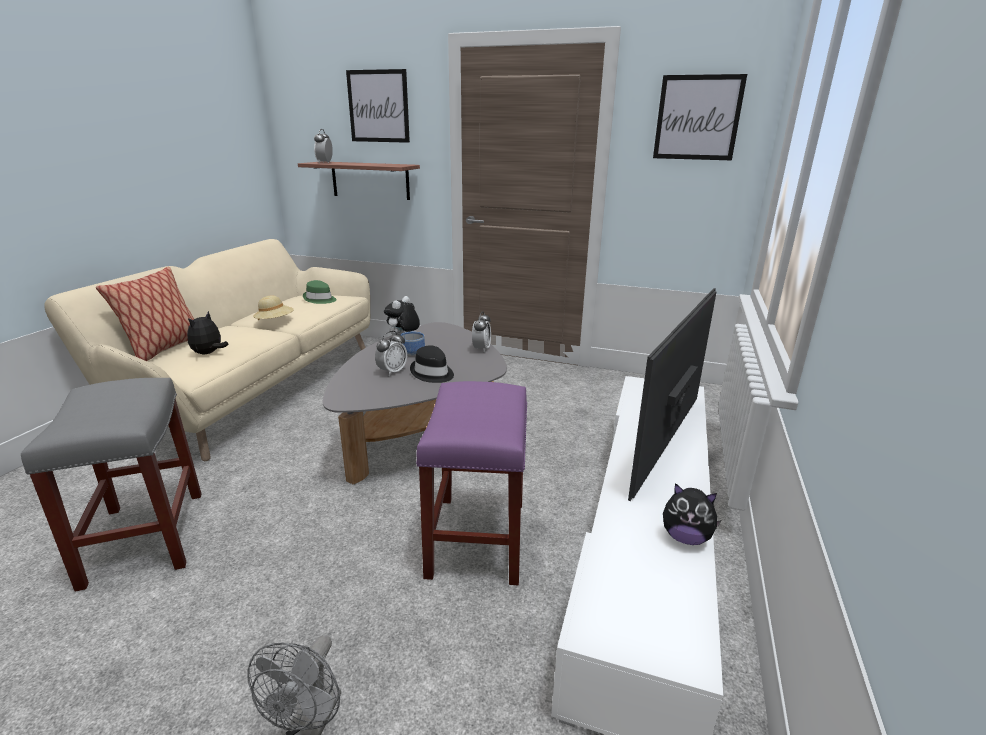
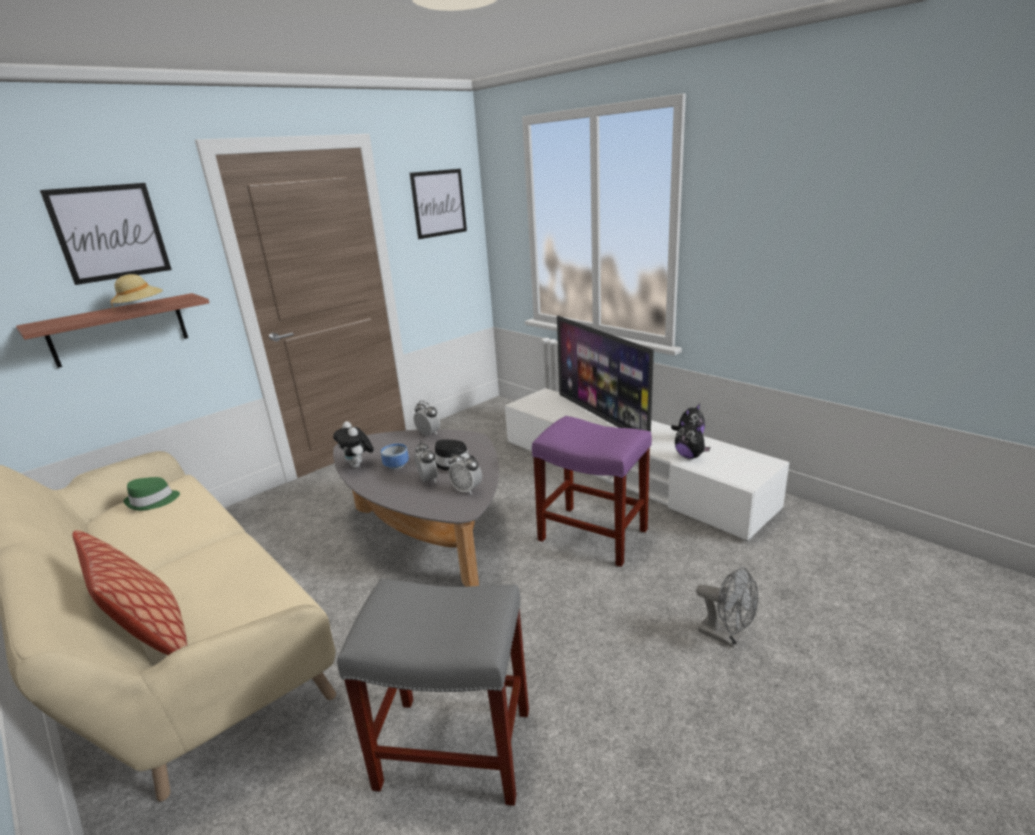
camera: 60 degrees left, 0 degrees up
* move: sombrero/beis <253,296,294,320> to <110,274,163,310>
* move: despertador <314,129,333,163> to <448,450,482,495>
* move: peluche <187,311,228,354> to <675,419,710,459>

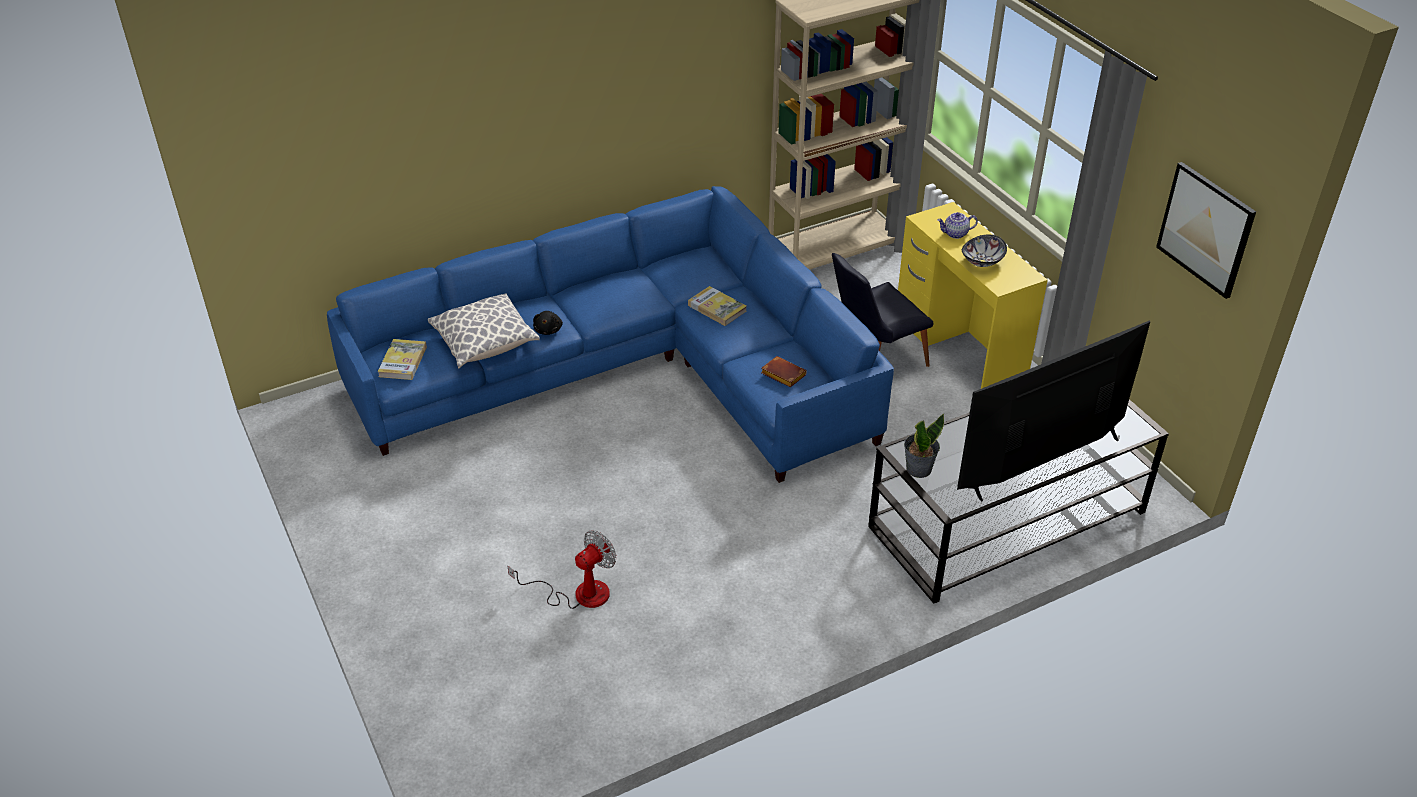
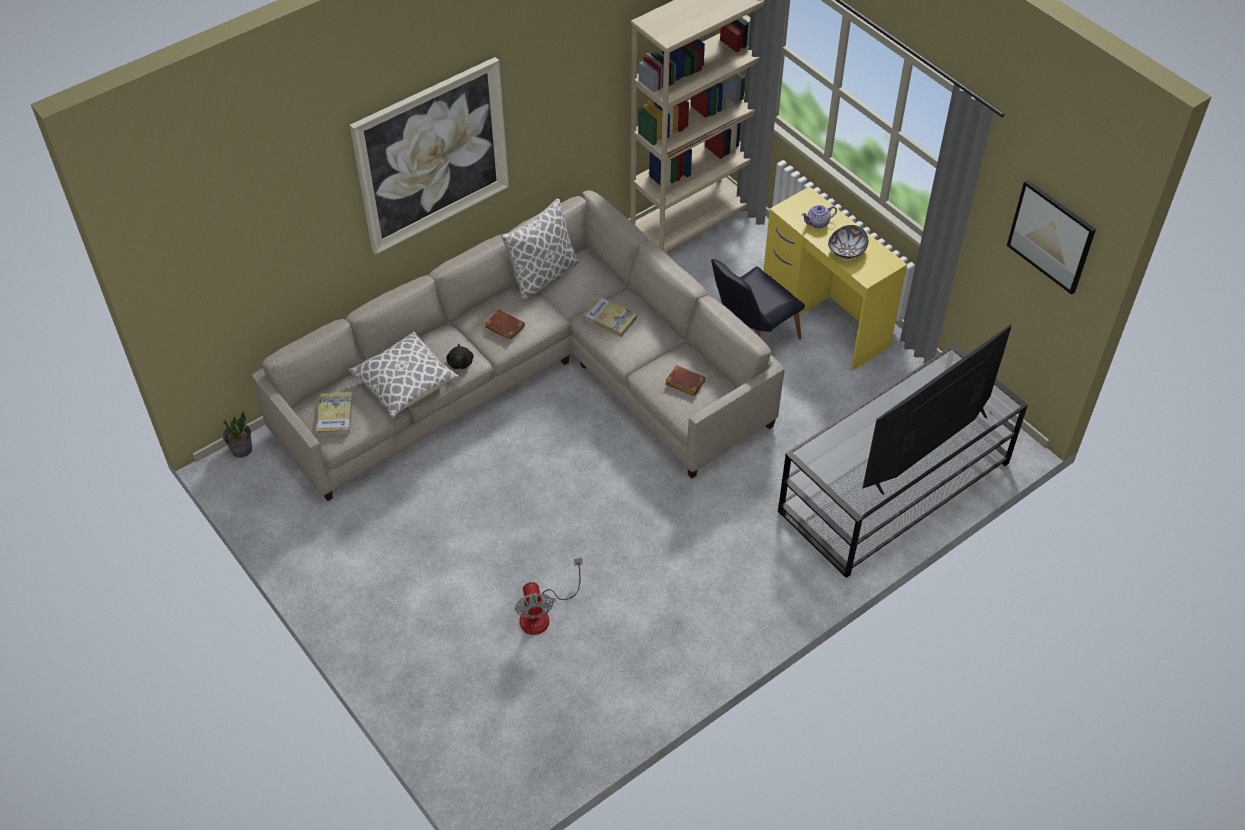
camera: 10 degrees left, 10 degrees up
* move: planta en maceta <904,414,944,478> to <223,411,252,458>
* recolor: sofá/azul <327,186,894,483> to sofá/beis <252,190,784,501>
* insert: cuadro <350,57,509,255>
* insert: libro/marrón <485,310,525,340>
* insert: cojín <501,198,579,300>
* rotate: ventilador <508,531,616,609> = <515,558,582,635> 135 degrees clockwise

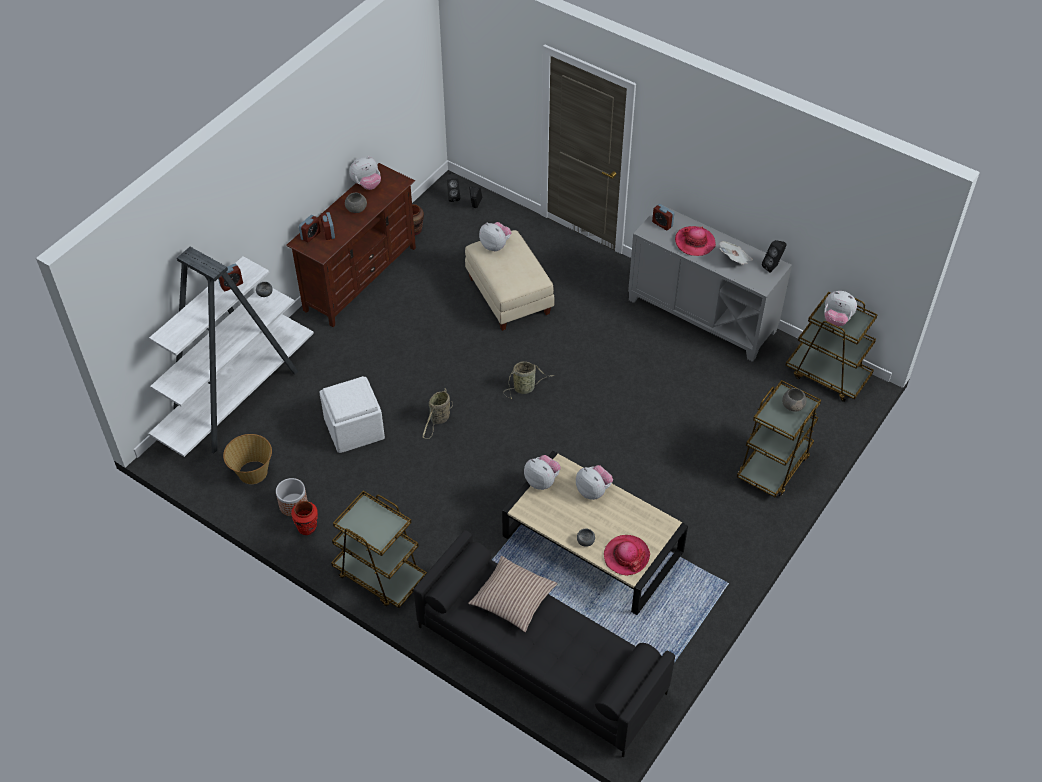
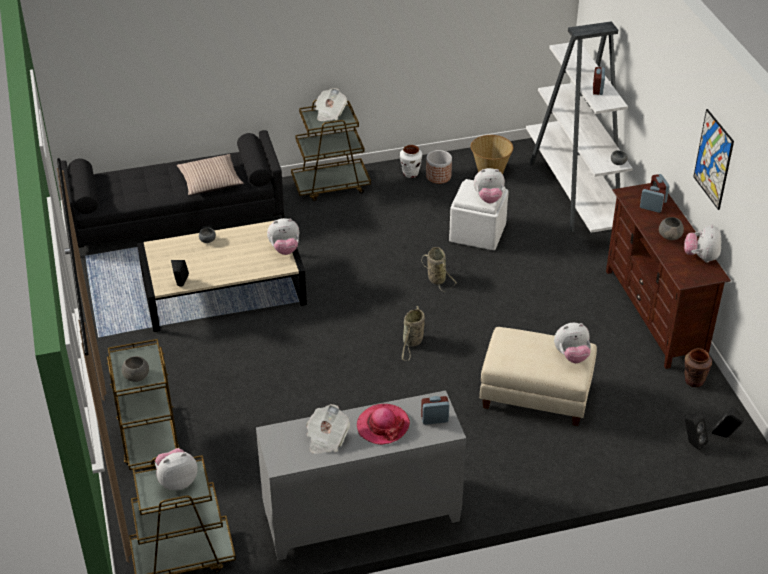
camera: 130 degrees right, 10 degrees down
* move: altavoz/negro <762,240,787,273> to <171,260,189,287>
* insert: periódico <315,88,347,121>
* recolor: florero/rojo <291,501,318,535> to florero/blanco <400,145,422,178>
* move: peluche <576,465,613,500> to <474,168,505,203>
* insert: cuadro <693,109,734,210>
* delete: sombrero <604,535,650,576>

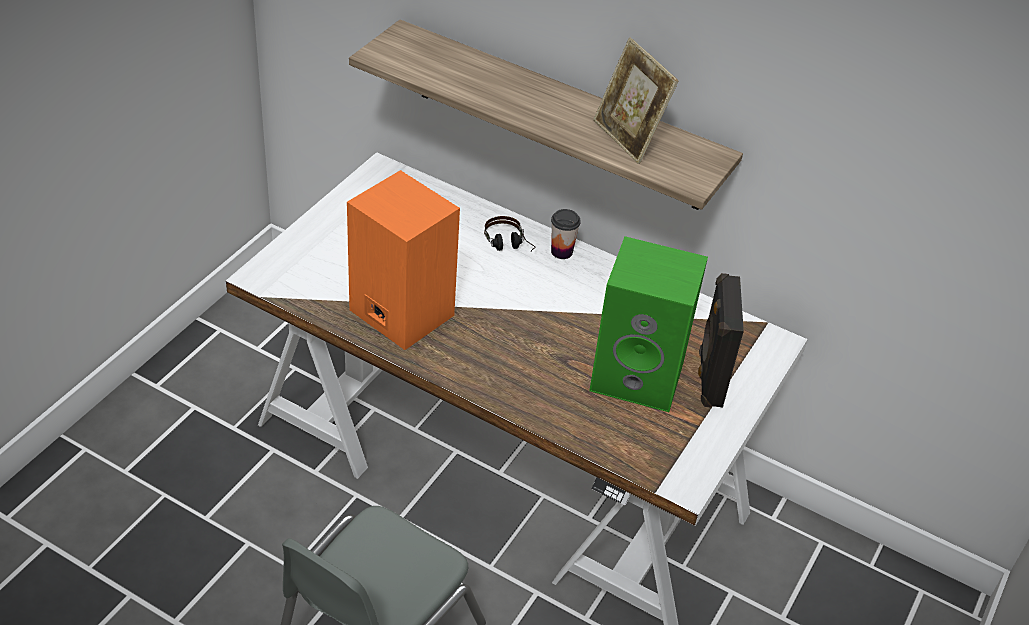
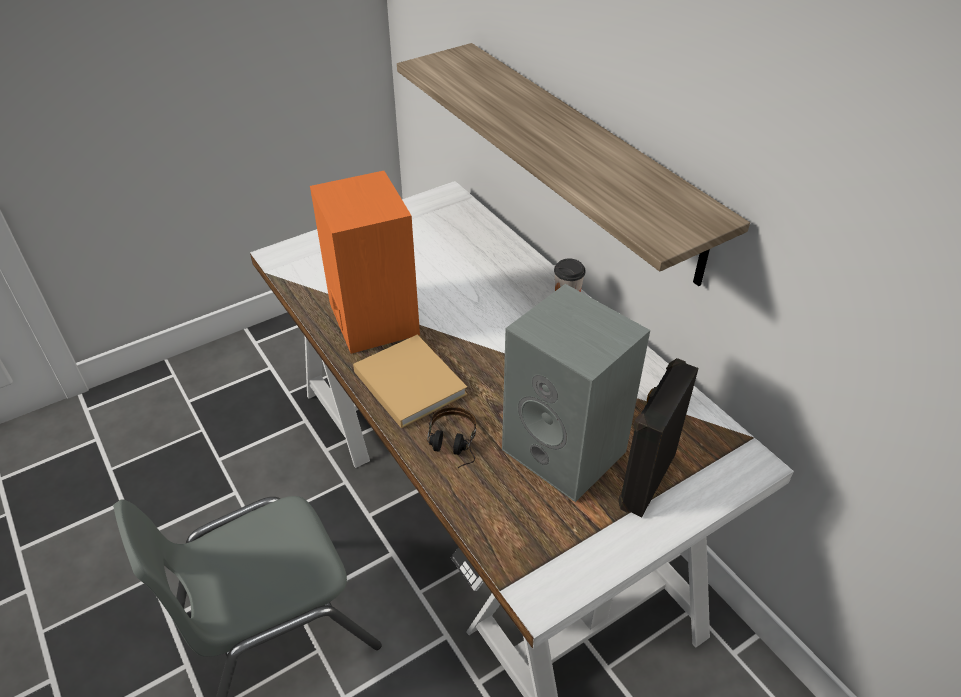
camera: 30 degrees right, 0 degrees up
* insert: libro/beis <353,335,467,428>
* move: auriculares <484,216,535,252> to <427,407,476,468>
* recolor: altavoz/verde <589,236,708,412> to altavoz/gris <502,284,650,502>
* delete: portarretratos <593,37,678,164>

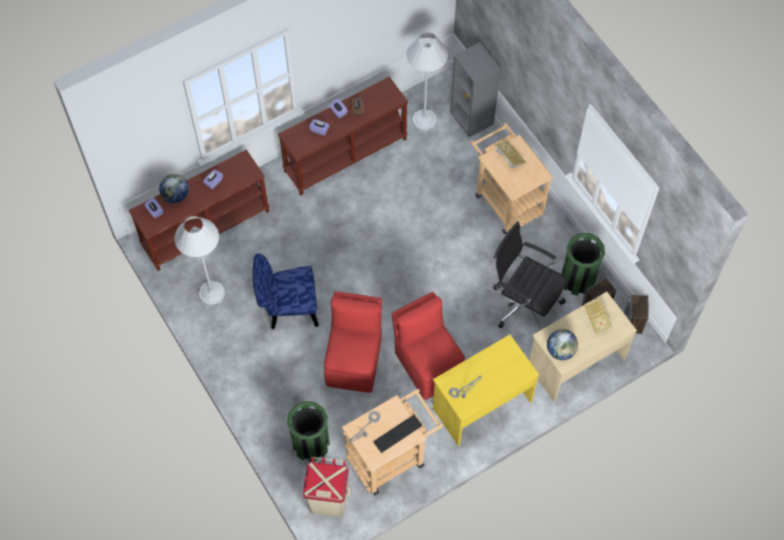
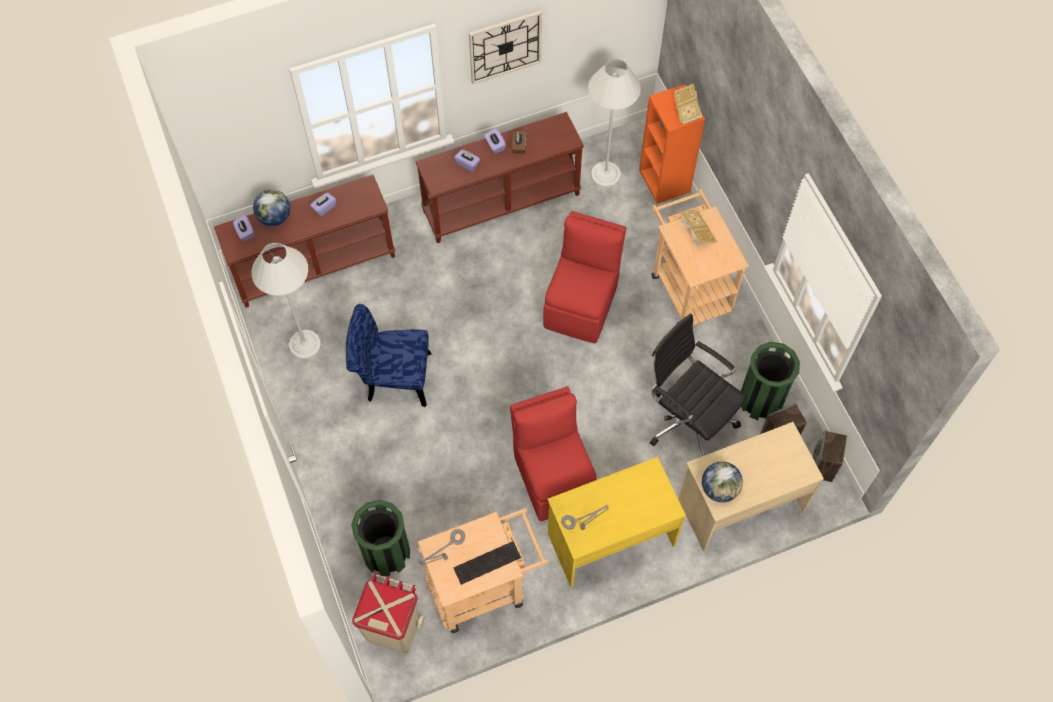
camera: 10 degrees right, 0 degrees up
* insert: reloj de pared <469,10,542,84>
* move: silla/rojo <324,291,382,393> to <543,211,626,343>
* recolor: estantería/gris <450,42,501,137> to estantería/naranja <639,84,705,204>
* move: libro <584,298,613,334> to <673,84,702,124>

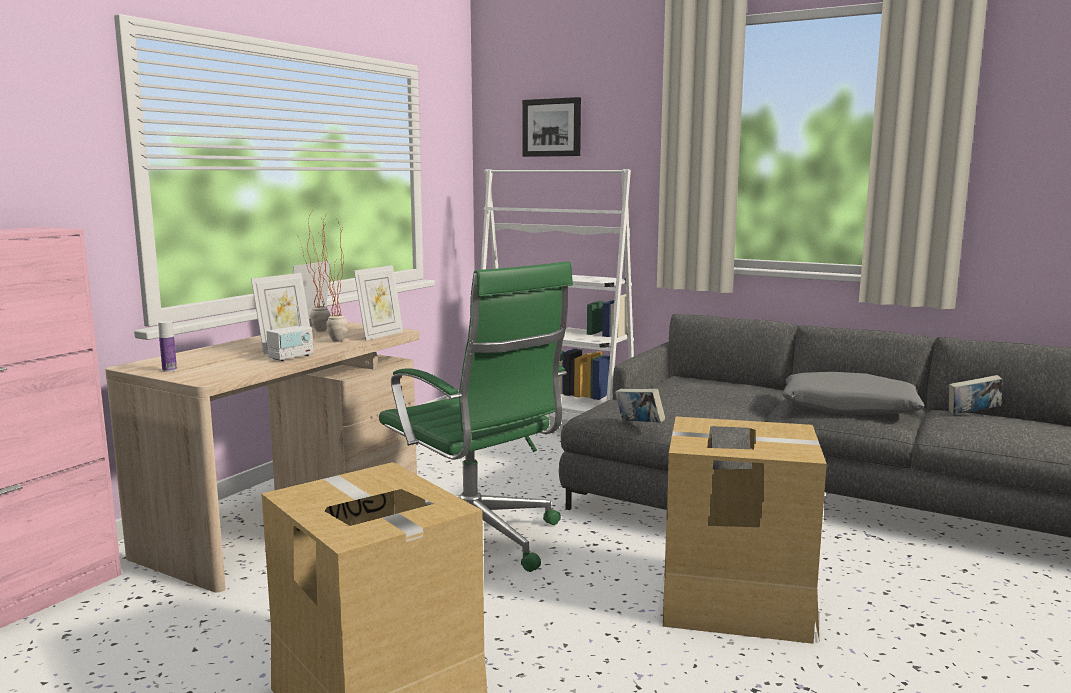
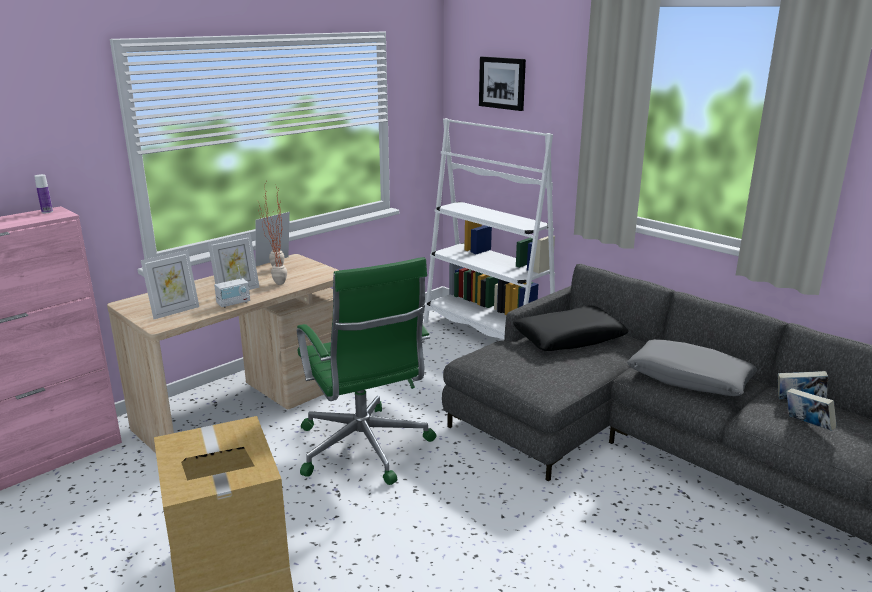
camera: 15 degrees right, 10 degrees up
* move: botella <158,321,177,372> to <34,174,53,213>
* move: portarretratos <354,265,403,341> to <141,250,199,319>
* insert: cojín/negro <513,306,629,351>
* move: libro <615,389,665,423> to <787,388,837,431>
* delete: caja de cartón <659,417,827,644>

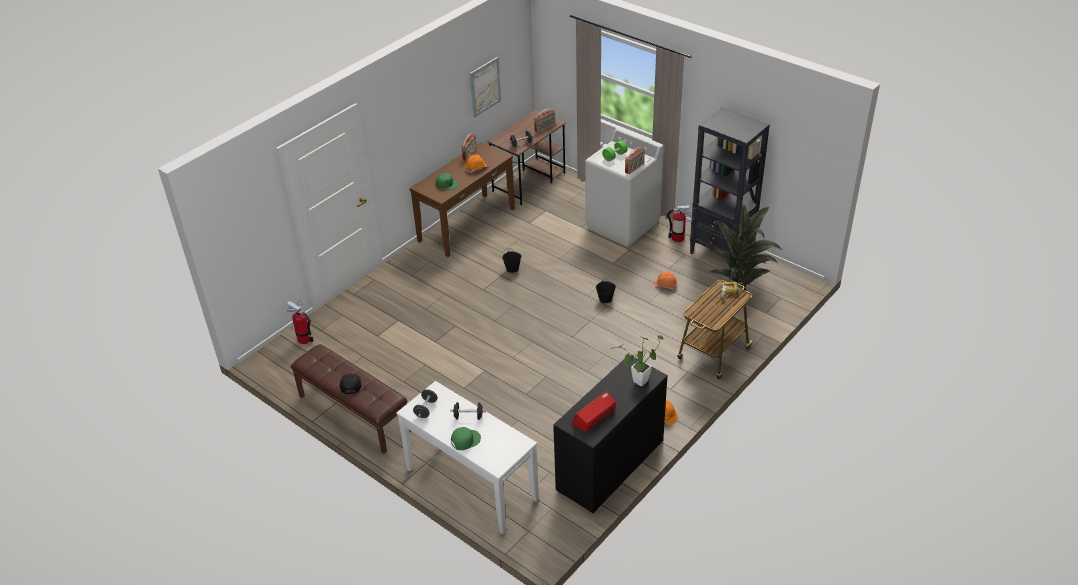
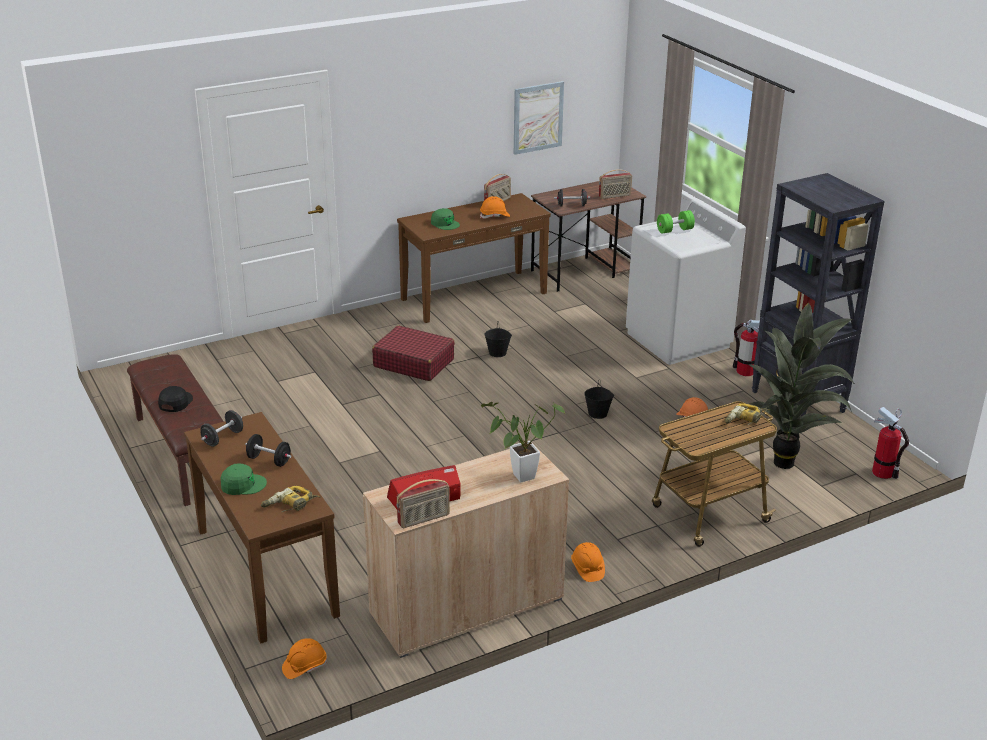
camera: 20 degrees right, 10 degrees down
* recolor: mesa consola/blanco <396,381,539,534> to mesa consola/marrón <184,412,340,643>
* insert: taladro <261,486,321,512>
* insert: casco/naranja <282,638,327,679>
* recolor: armario/negro <553,356,668,514> to armario/beis <363,444,569,658>
* insert: maleta/rojo <372,326,455,381>
* move: radio <625,147,645,174> to <397,479,450,528>
* move: extintor <287,300,314,344> to <872,407,909,479>

